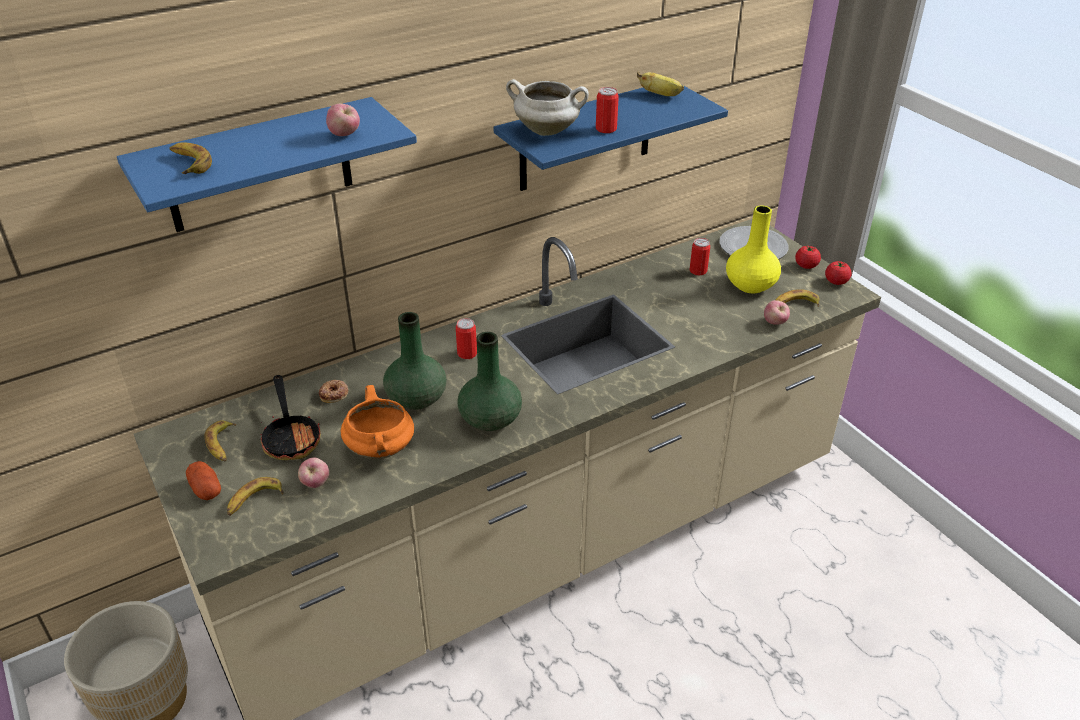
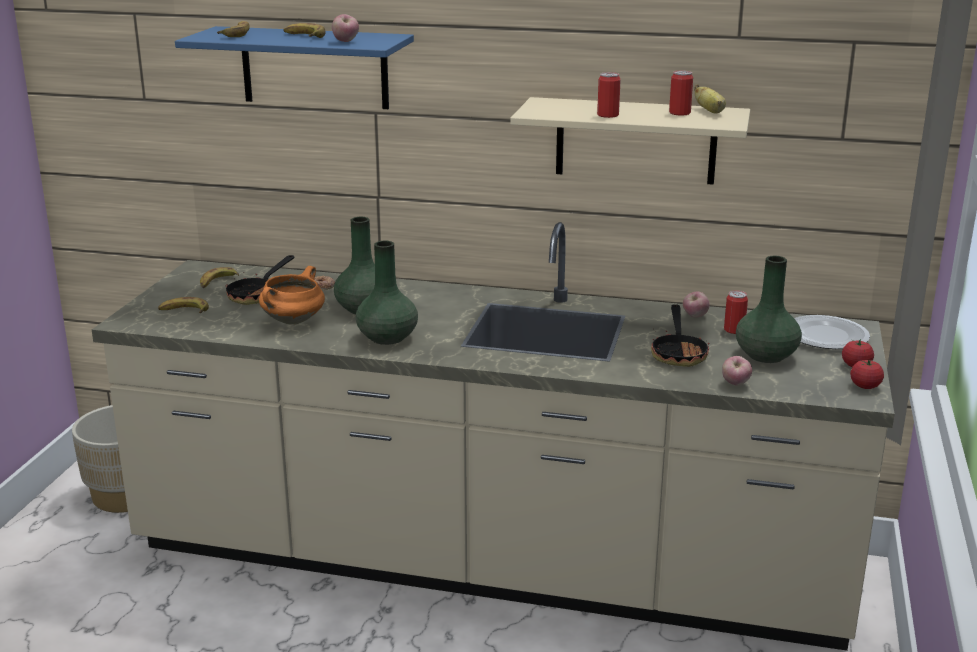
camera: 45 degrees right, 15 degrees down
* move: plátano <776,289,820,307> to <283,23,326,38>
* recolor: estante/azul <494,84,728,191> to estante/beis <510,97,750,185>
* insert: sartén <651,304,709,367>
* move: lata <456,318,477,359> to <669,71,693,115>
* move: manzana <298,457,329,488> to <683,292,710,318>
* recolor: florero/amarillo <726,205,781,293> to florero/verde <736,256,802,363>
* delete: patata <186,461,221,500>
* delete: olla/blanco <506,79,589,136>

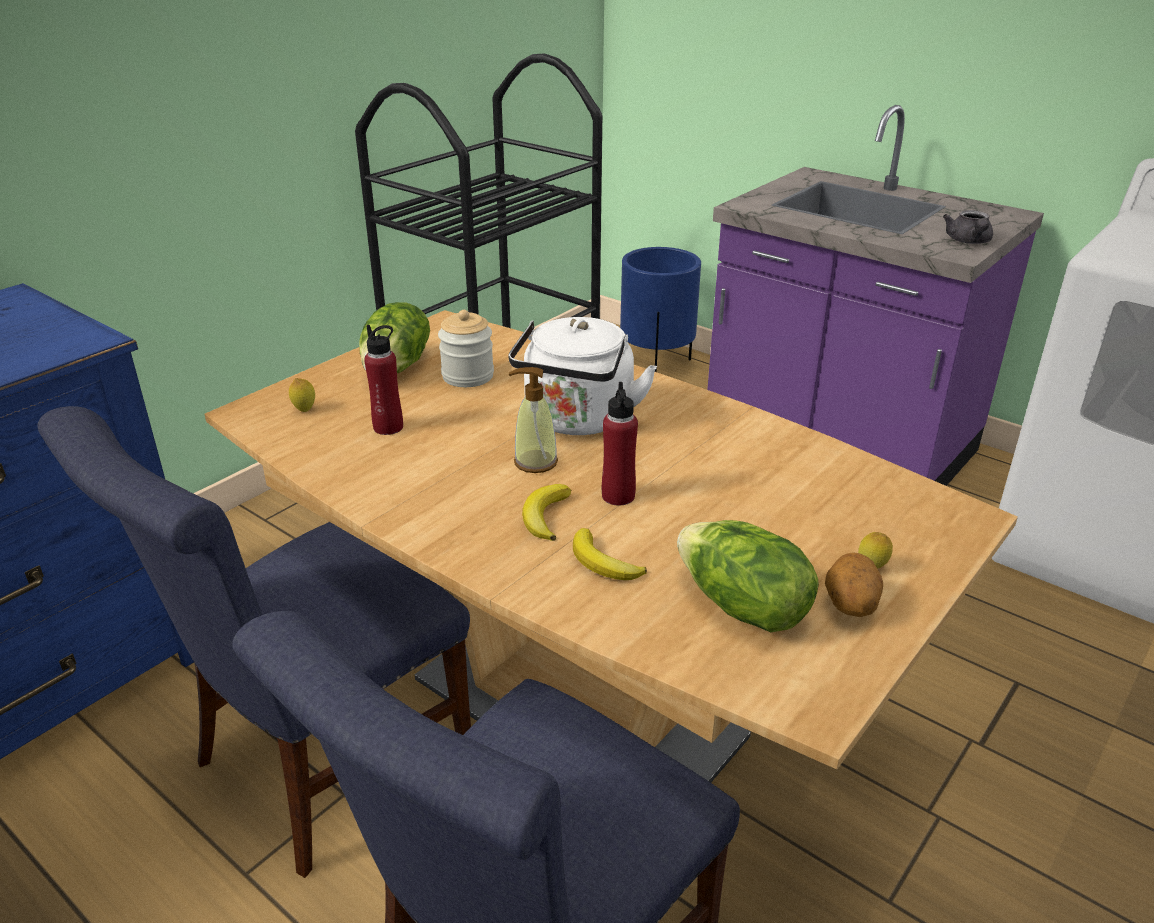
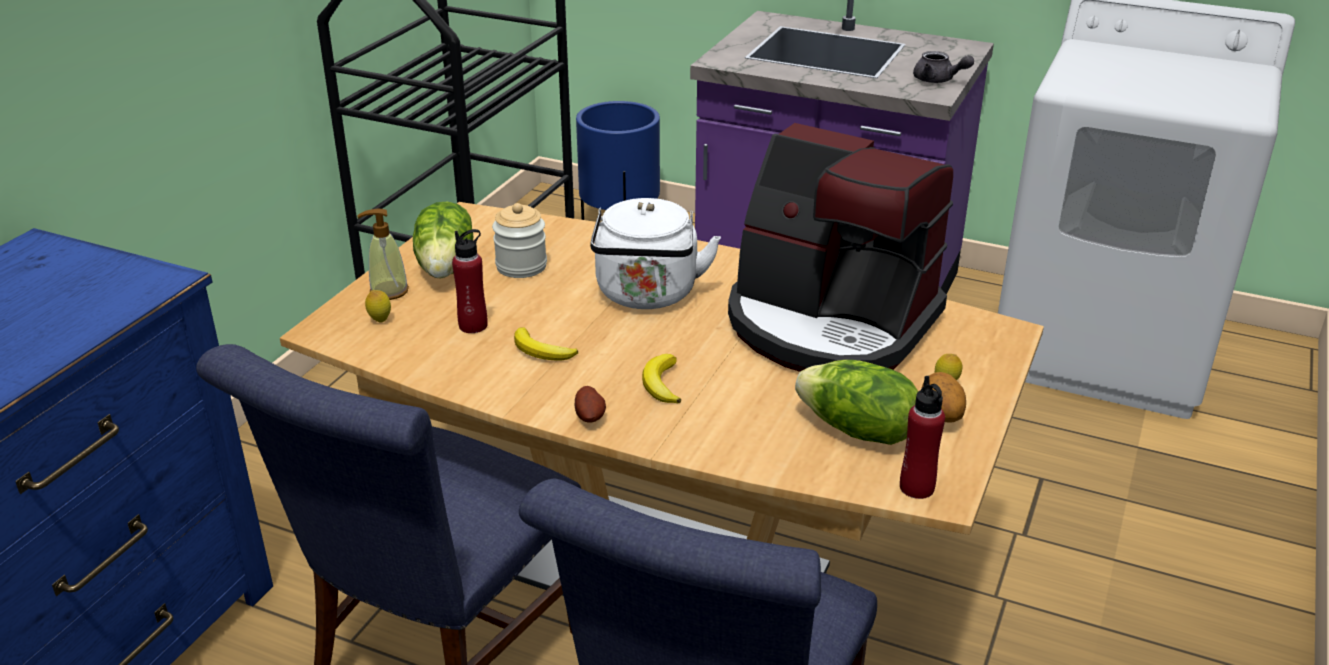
camera: 15 degrees left, 0 degrees up
* move: dispensador de jabón <509,367,558,473> to <357,209,409,300>
* move: plátano <573,528,647,580> to <514,328,578,360>
* insert: patata <575,386,606,423>
* insert: cafetera <728,123,953,372>
* move: botella/rojo <602,382,638,505> to <900,376,945,499>
* rotate: tetera/gris <943,210,993,244> = <913,51,974,83> 45 degrees counterclockwise

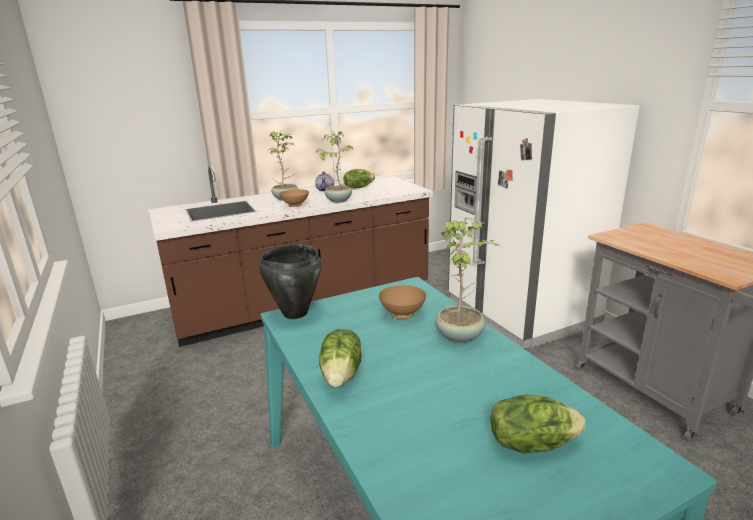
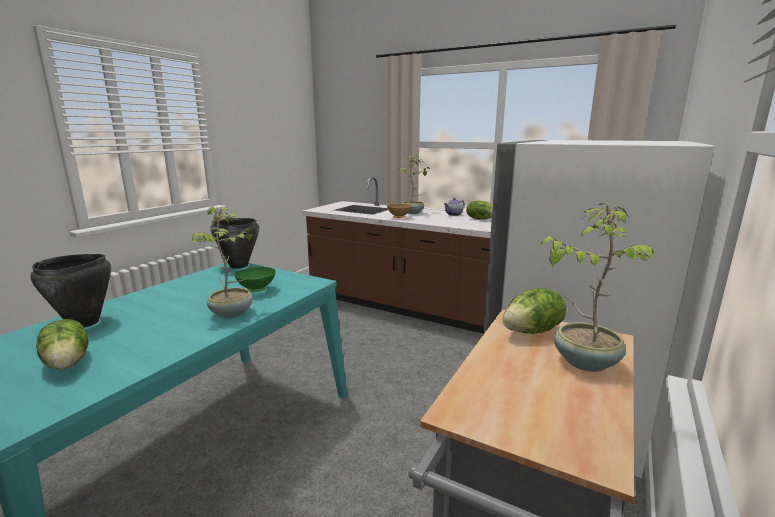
camera: 55 degrees right, 5 degrees down
* insert: olla/negro <30,254,111,328>
* recolor: cuenco/marrón <379,285,426,319> to cuenco/verde <234,267,276,292>
* move: lechuga <319,329,361,387> to <502,288,567,334>
* move: planta en maceta <316,131,354,203> to <541,203,655,372>

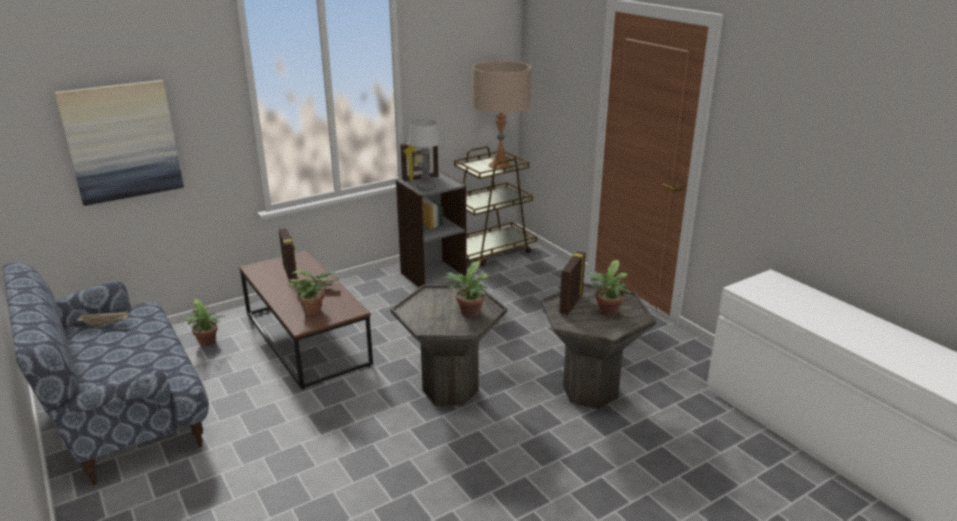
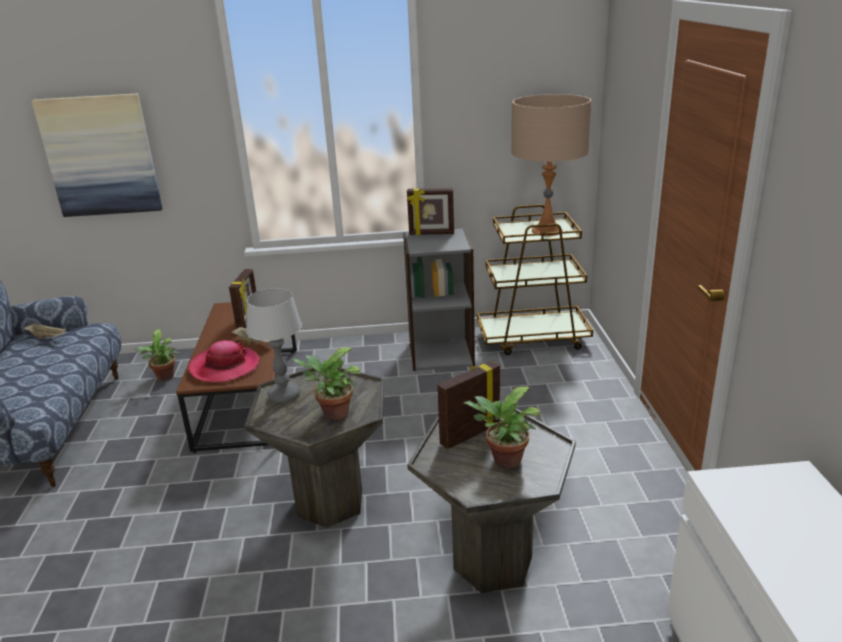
camera: 30 degrees right, 0 degrees up
* replace: planta en maceta <288,270,335,315> to sombrero <188,340,259,382>
* move: lámpara de mesa <408,119,441,191> to <246,288,302,404>

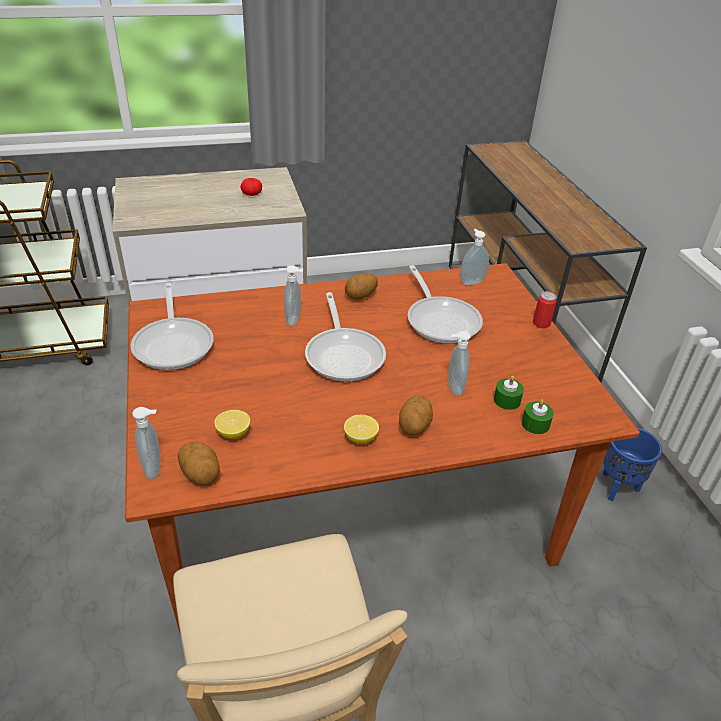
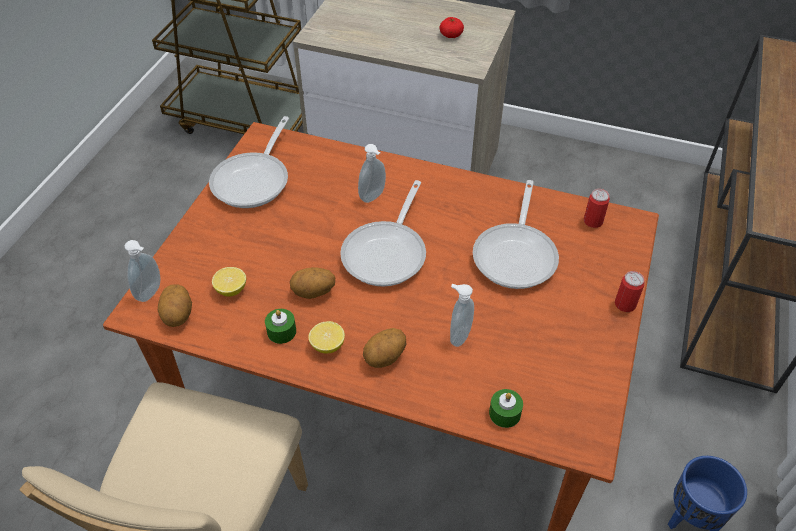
camera: 35 degrees right, 10 degrees up
* move: vela/verde <494,376,524,410> to <265,309,296,344>
* move: patata <345,273,378,300> to <290,267,335,299>
* replace: dispensador de jabón <460,229,489,285> to lata <584,189,610,228>

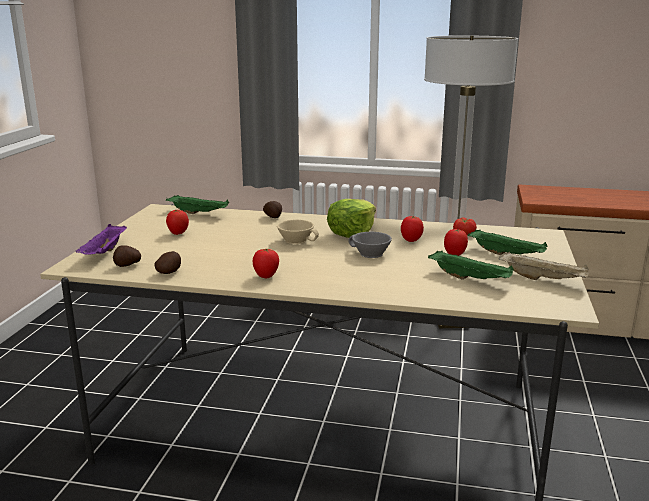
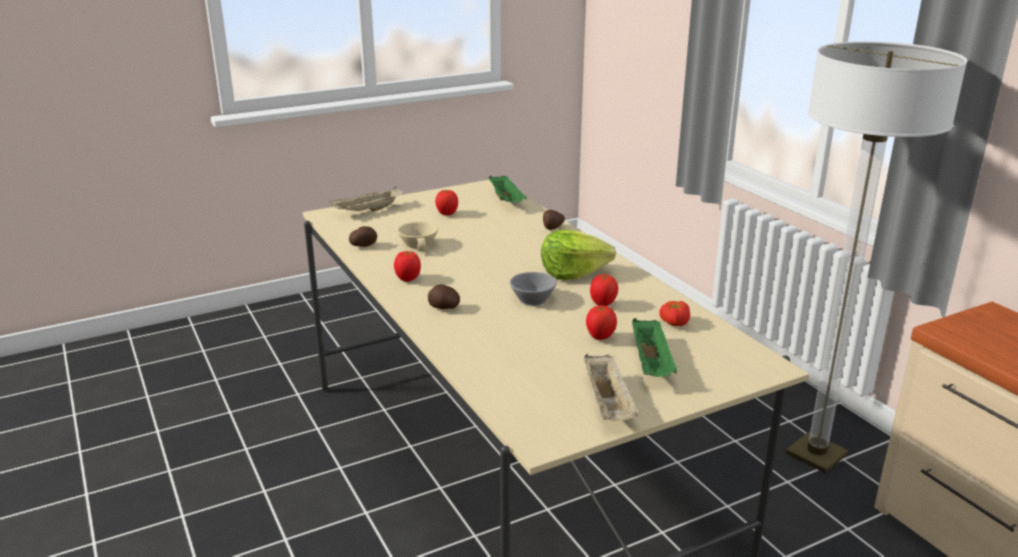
camera: 50 degrees right, 5 degrees up
* recolor: bandeja/morado <76,224,127,255> to bandeja/beis <329,186,404,212>
* move: taza/beis <277,219,319,244> to <397,221,438,251>
* move: patata <113,245,141,267> to <428,284,460,309>
* delete: bandeja/verde <428,251,514,280>

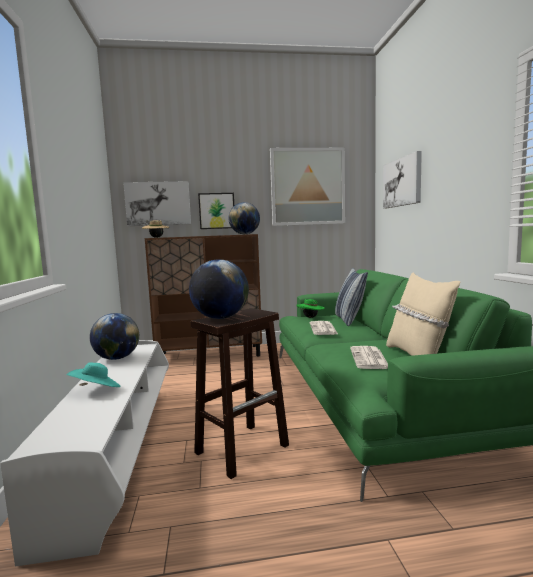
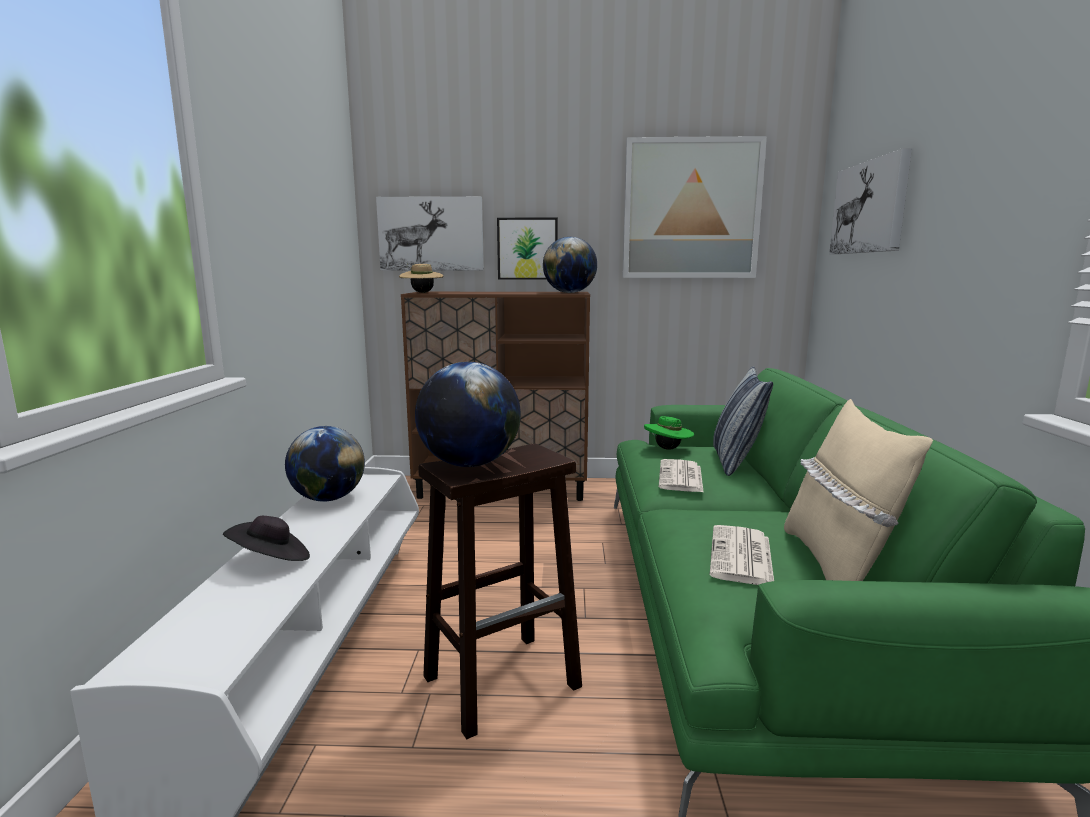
camera: 10 degrees right, 5 degrees up
* recolor: sombrero/turquesa <66,363,121,387> to sombrero/negro <223,516,310,561>

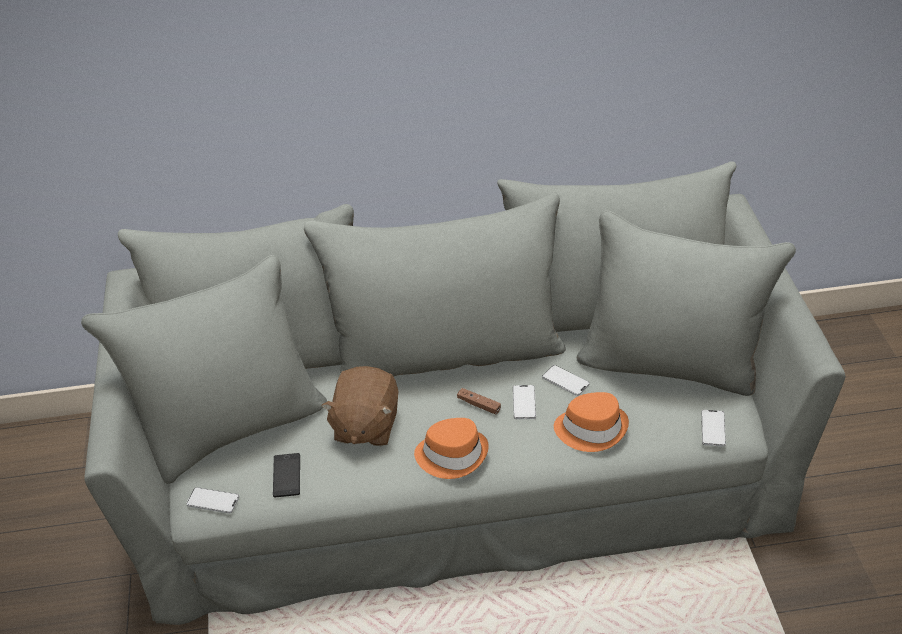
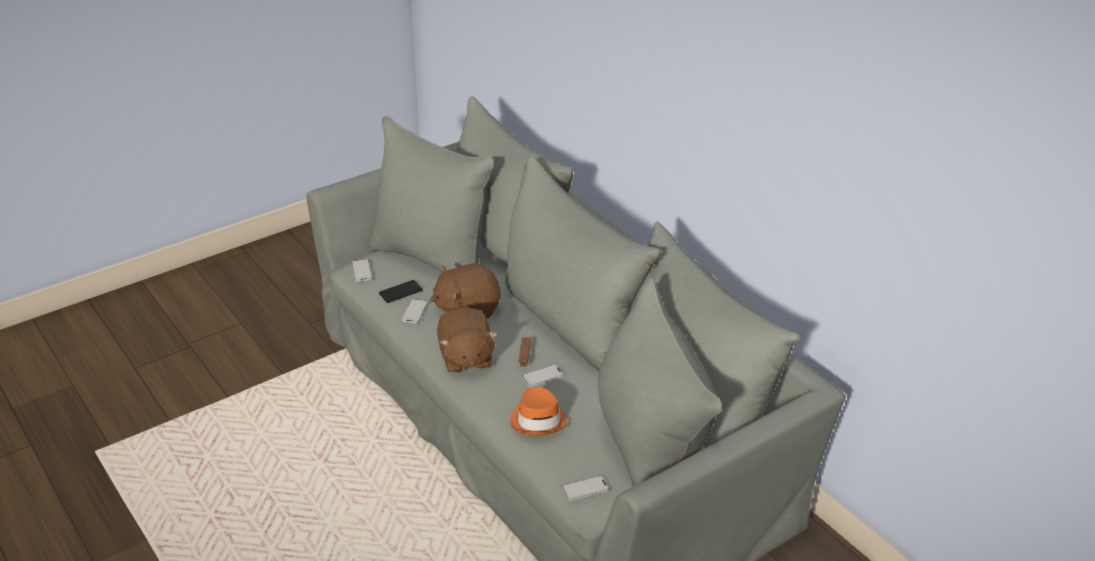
camera: 60 degrees right, 5 degrees down
* move: móvil <542,365,590,396> to <402,299,428,324>
* replace: sombrero/naranja <414,418,489,479> to peluche/marrón <437,307,498,373>

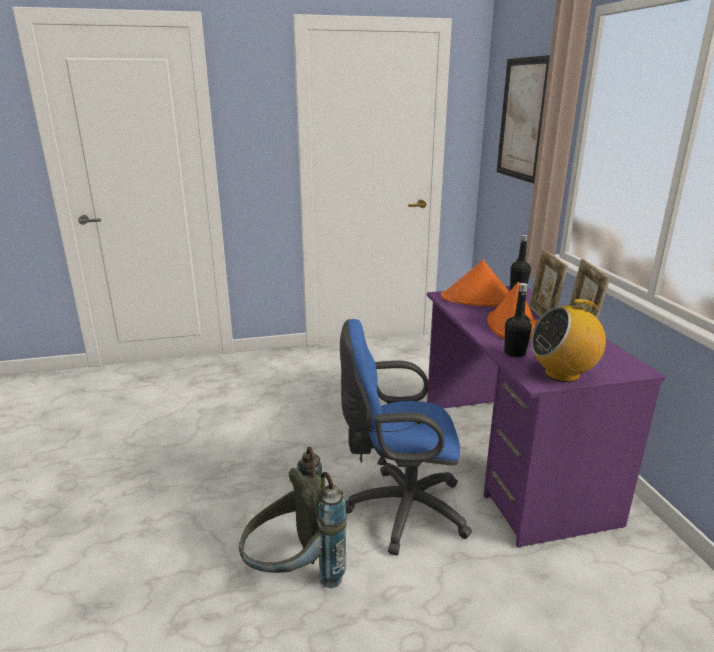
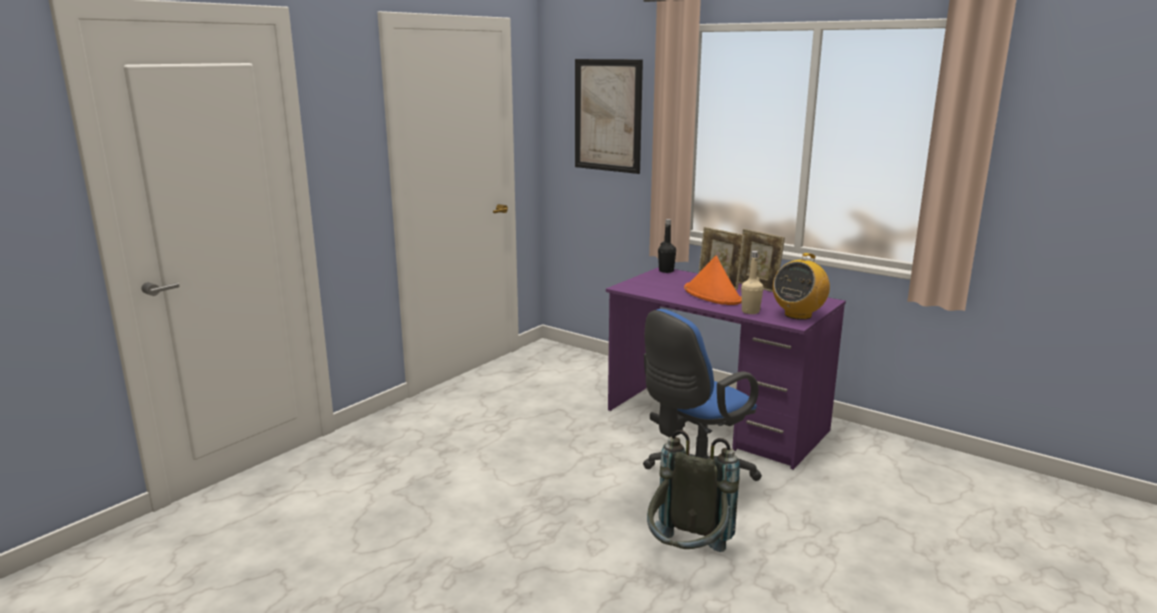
camera: 40 degrees left, 5 degrees down
* recolor: botella/negro <504,283,532,358> to botella/beis <741,251,763,314>
* delete: sombrero/naranja <441,260,509,307>

